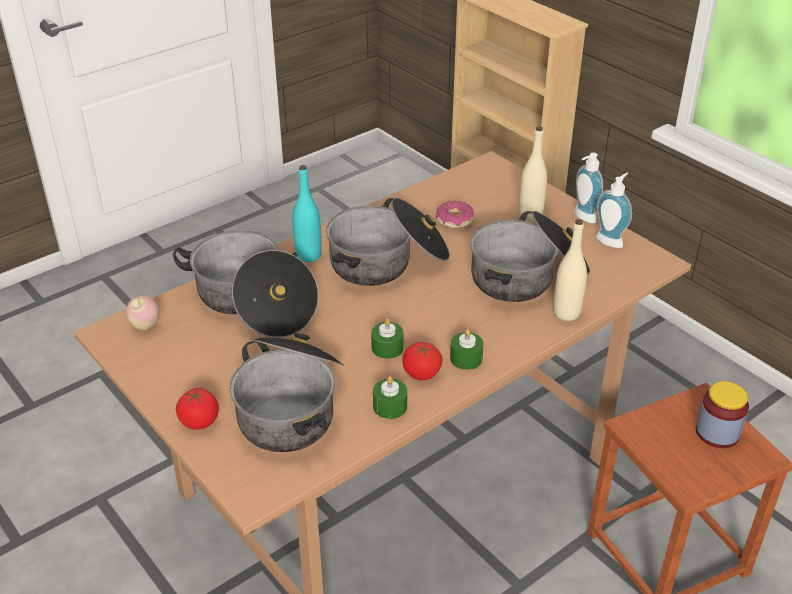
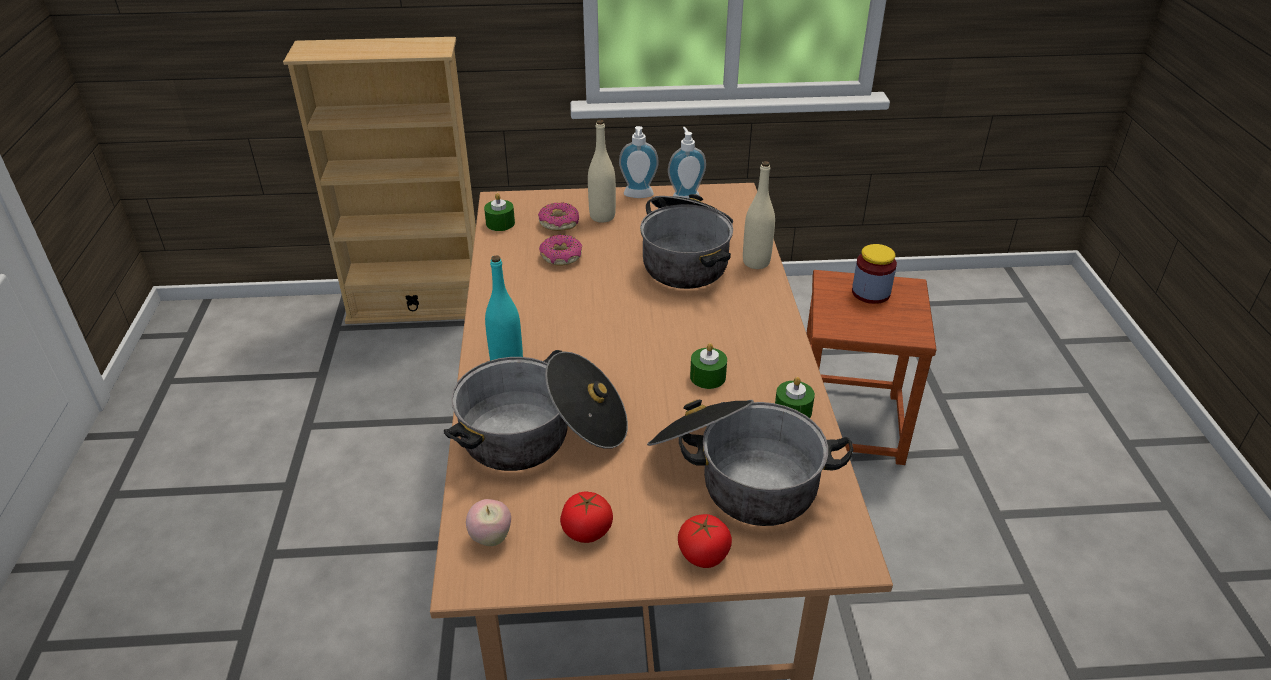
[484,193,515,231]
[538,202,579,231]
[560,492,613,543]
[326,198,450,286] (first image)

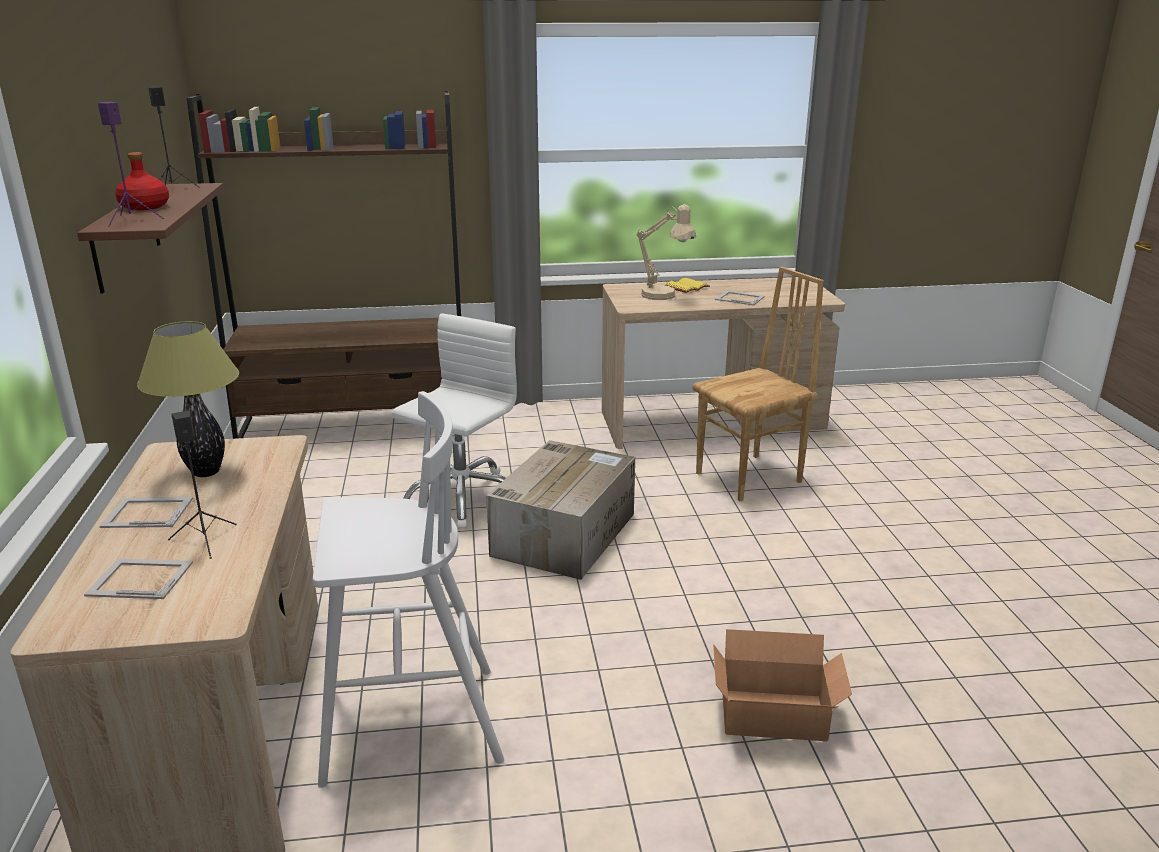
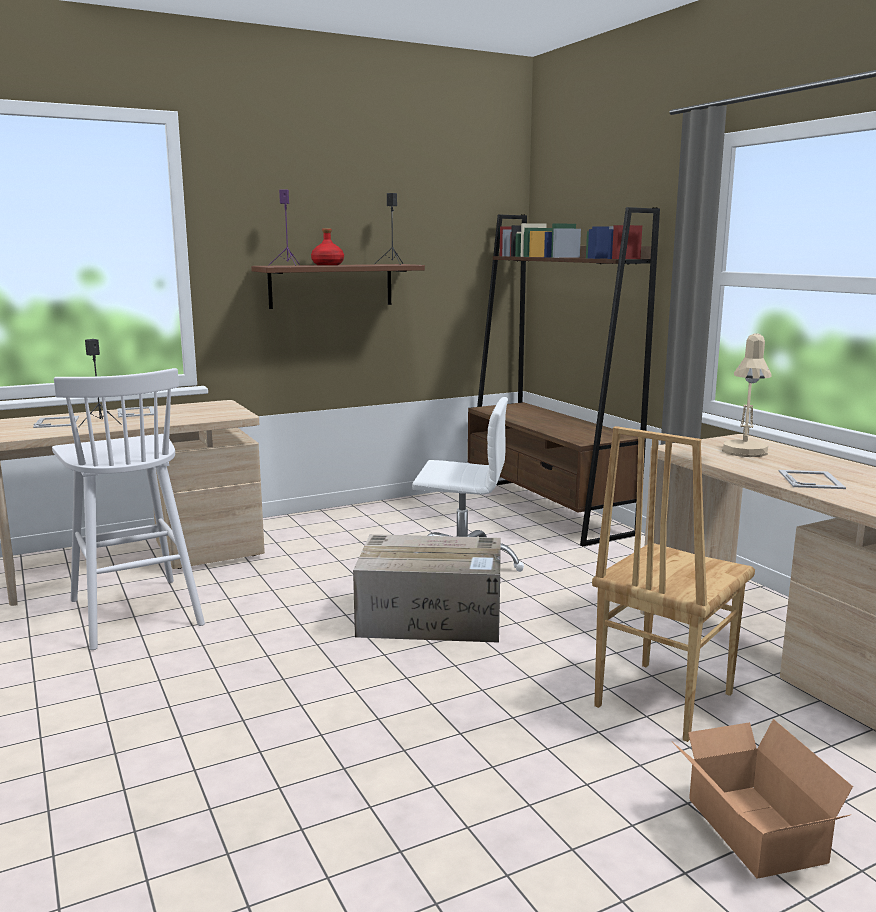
[592,426,755,742]
[671,719,853,878]
[137,321,239,477] (first image)
[664,278,710,293] (first image)

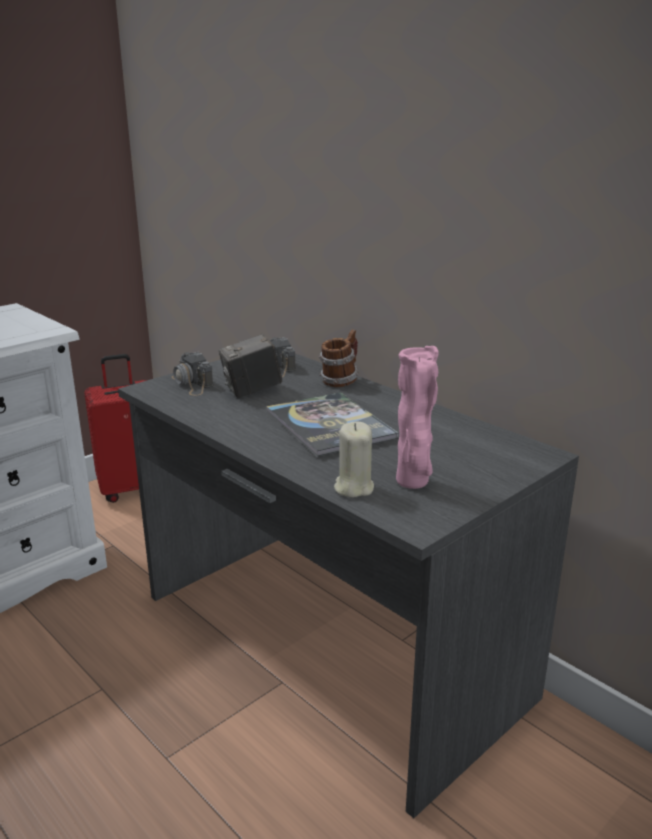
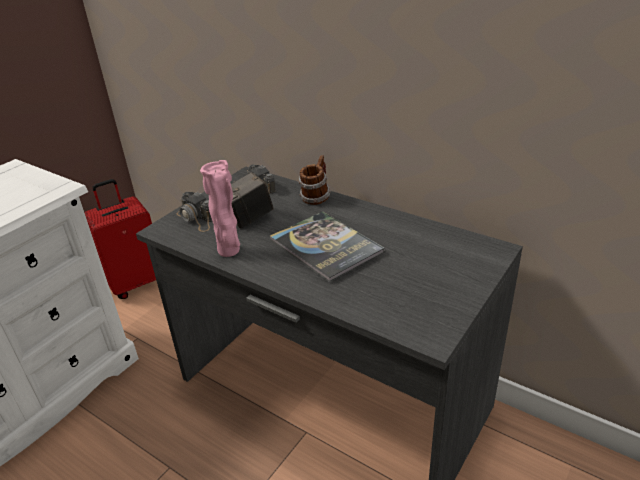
[200,160,240,257]
[334,421,374,498] (first image)

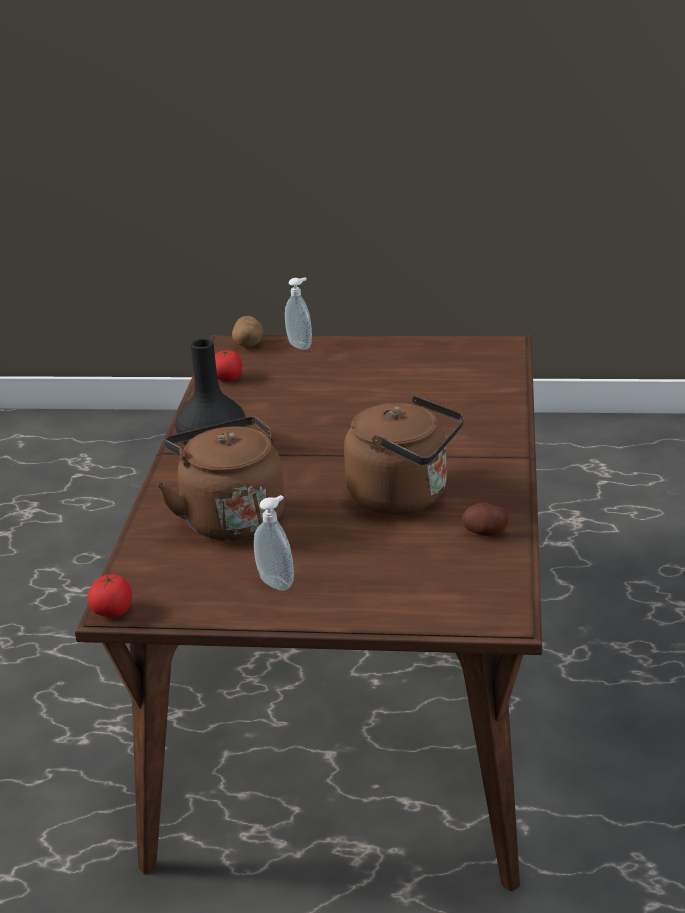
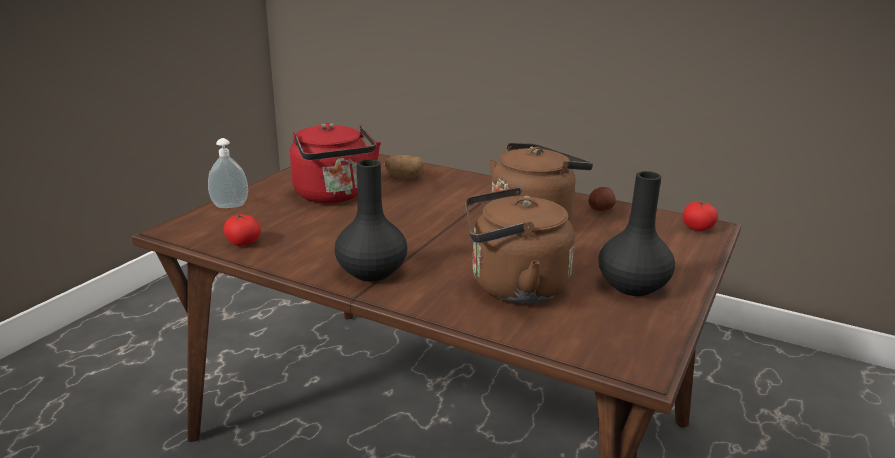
[290,122,381,203]
[385,155,424,179]
[599,171,675,296]
[683,201,718,231]

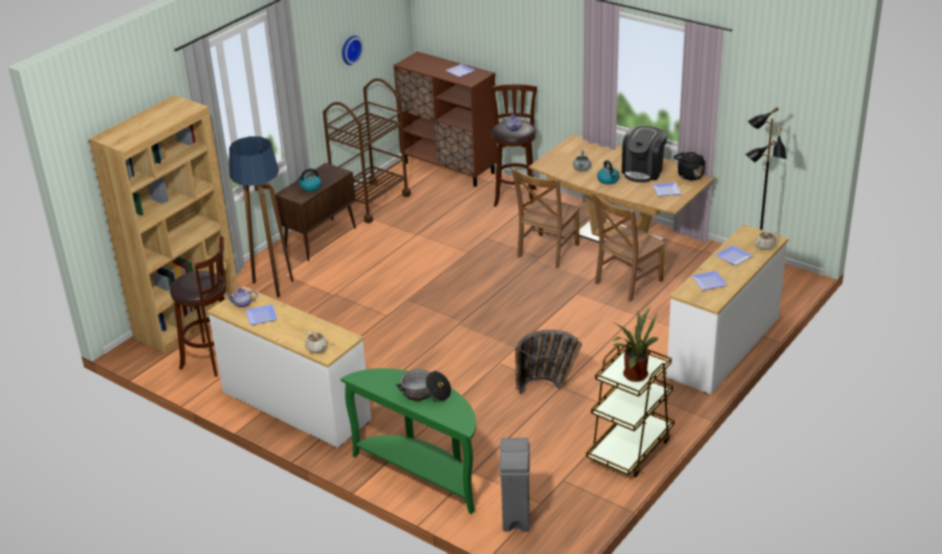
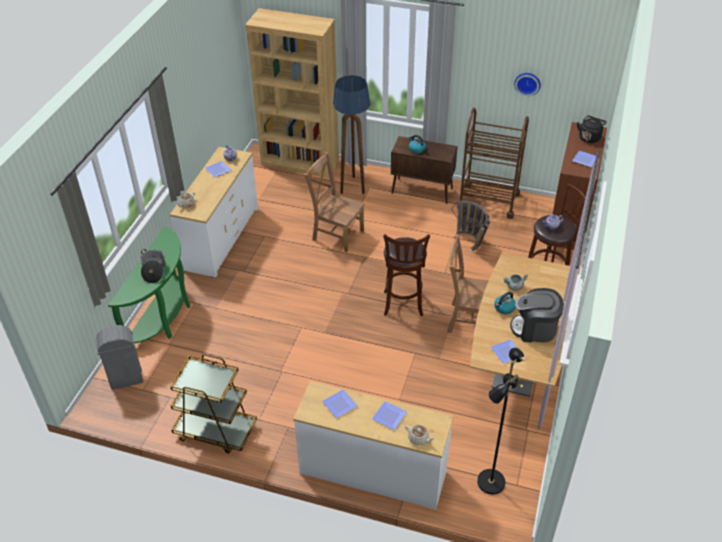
[304,152,364,252]
[383,234,430,316]
[451,200,490,251]
[577,115,607,143]
[613,308,659,382] (first image)

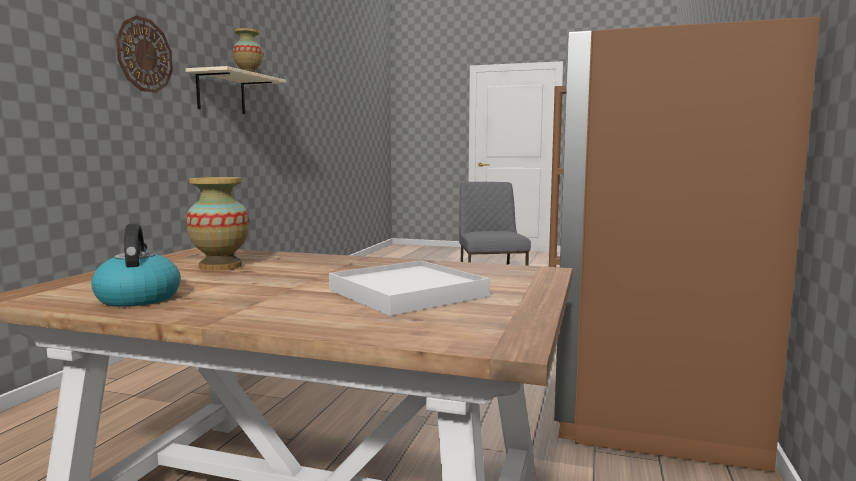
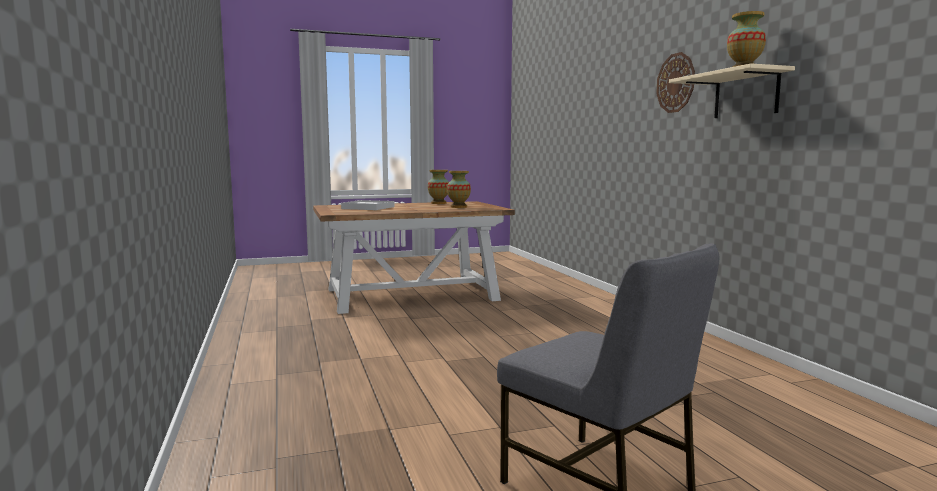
[428,170,449,204]
[549,17,821,472] (first image)

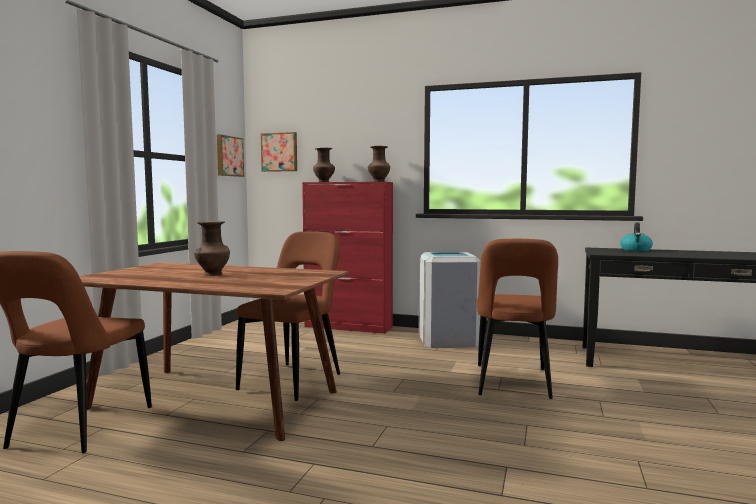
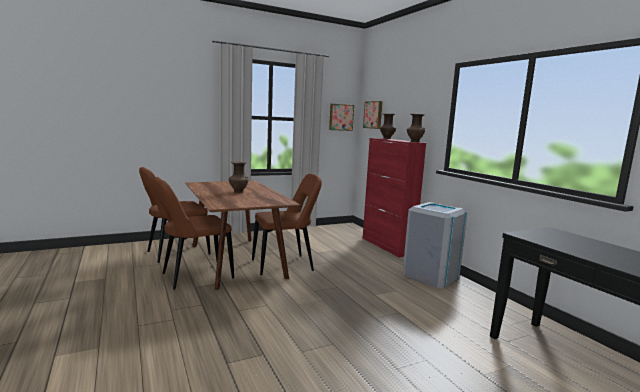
[154,177,234,289]
[620,222,653,251] (first image)

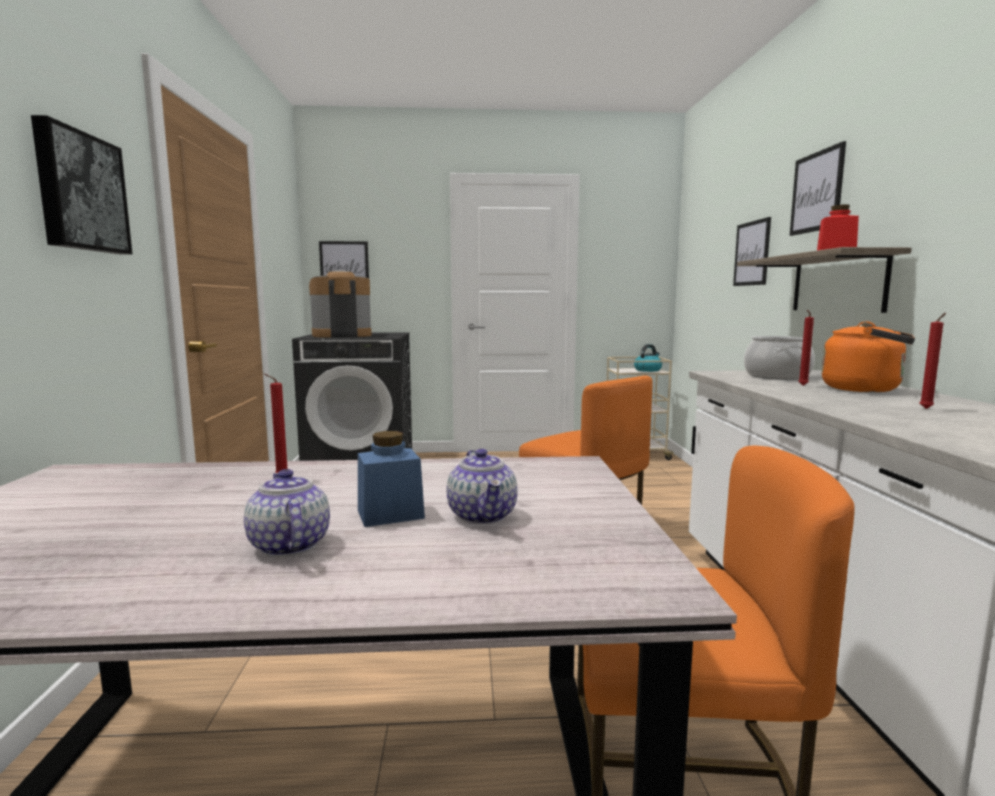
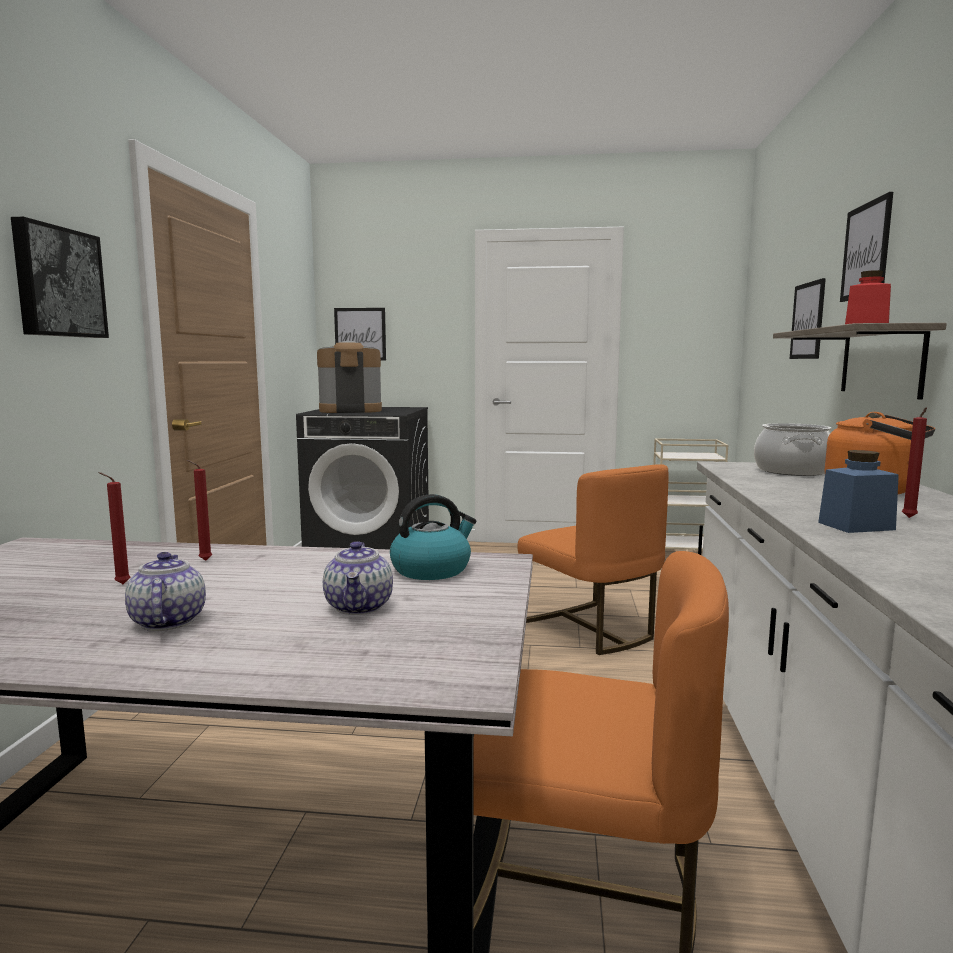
[98,472,130,584]
[390,494,476,580]
[818,450,899,533]

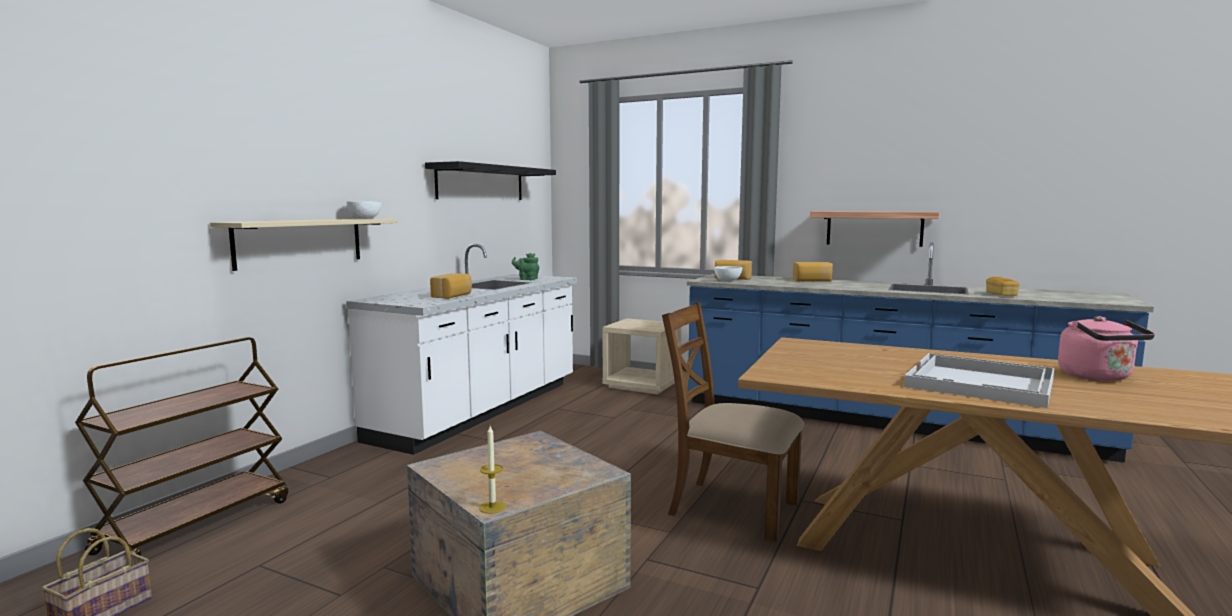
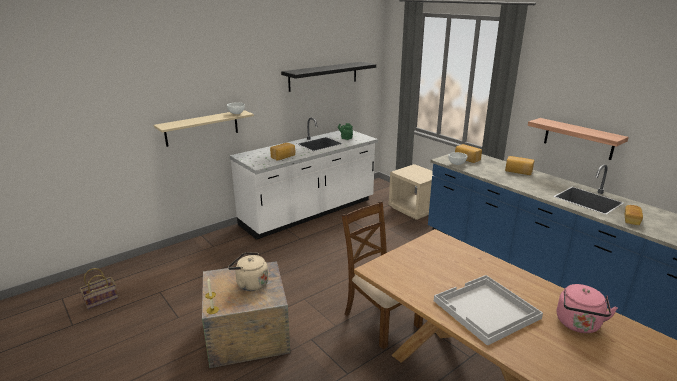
[228,252,269,291]
[75,337,288,556] (first image)

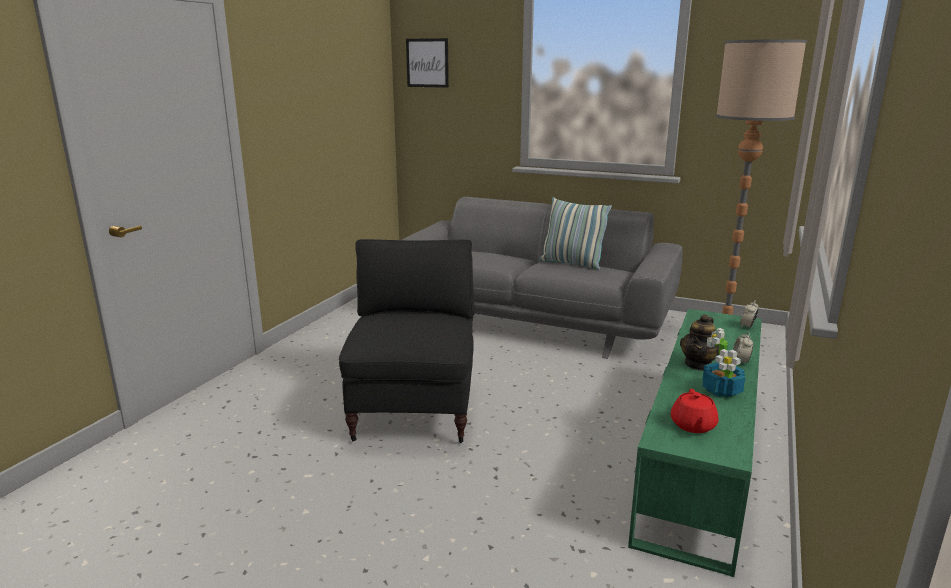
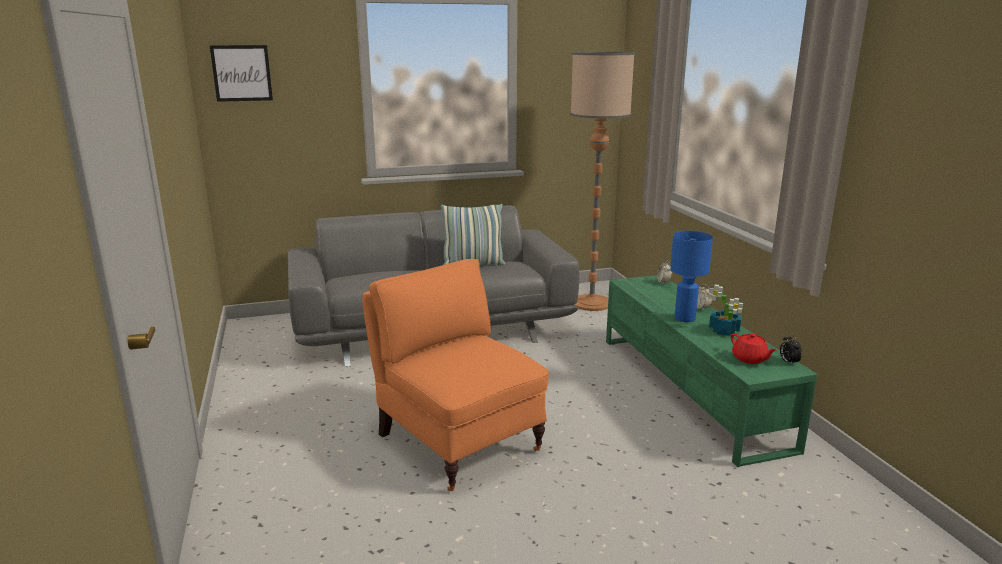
[362,259,549,491]
[670,231,713,322]
[780,334,802,366]

